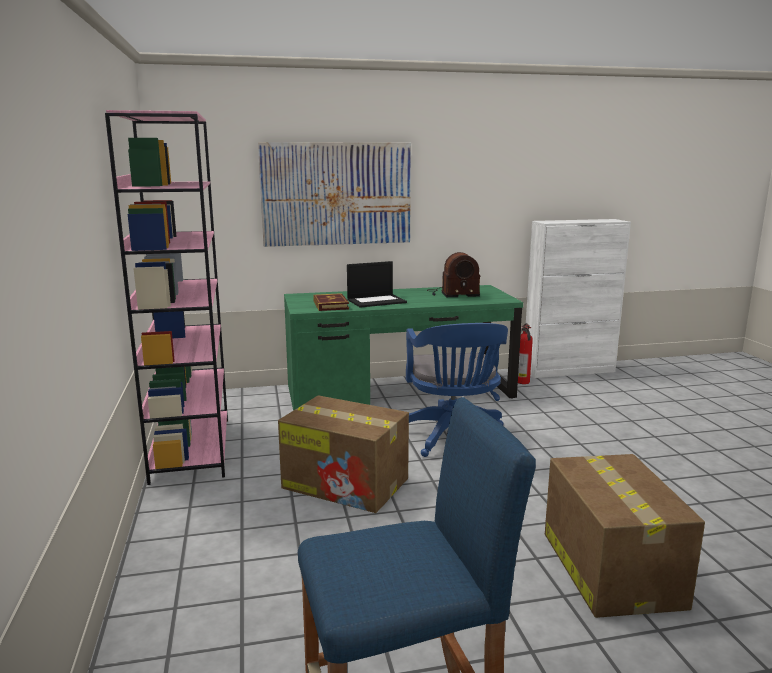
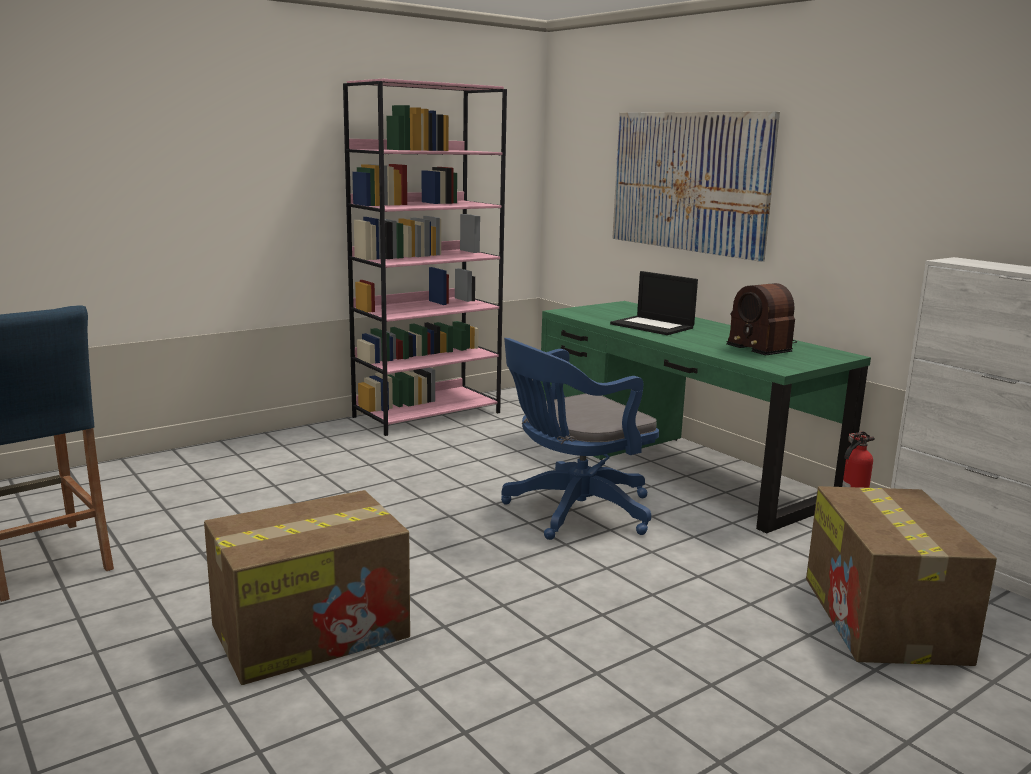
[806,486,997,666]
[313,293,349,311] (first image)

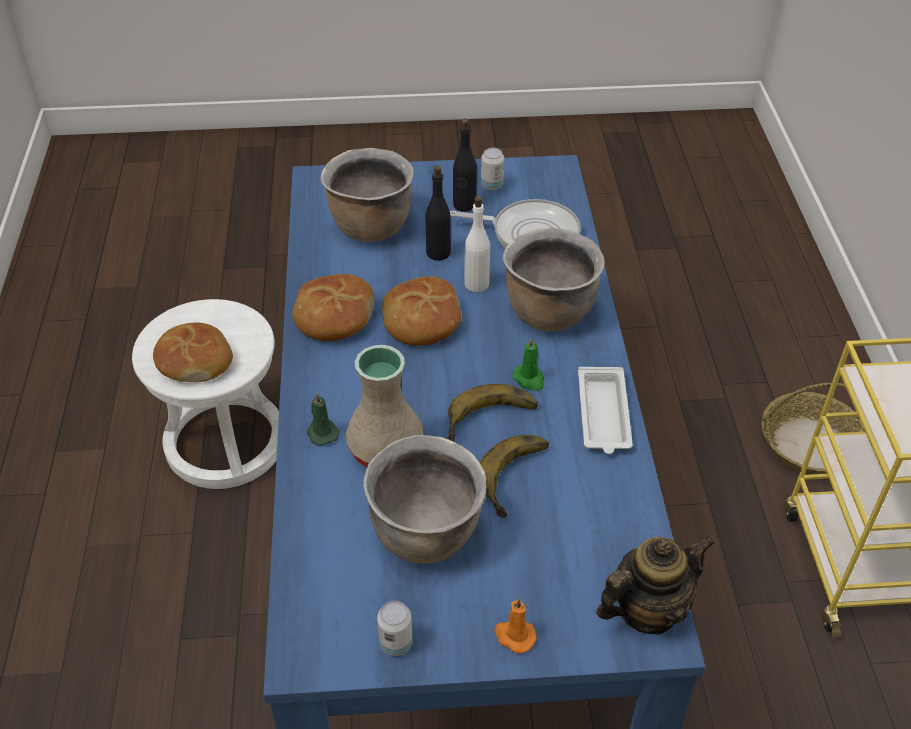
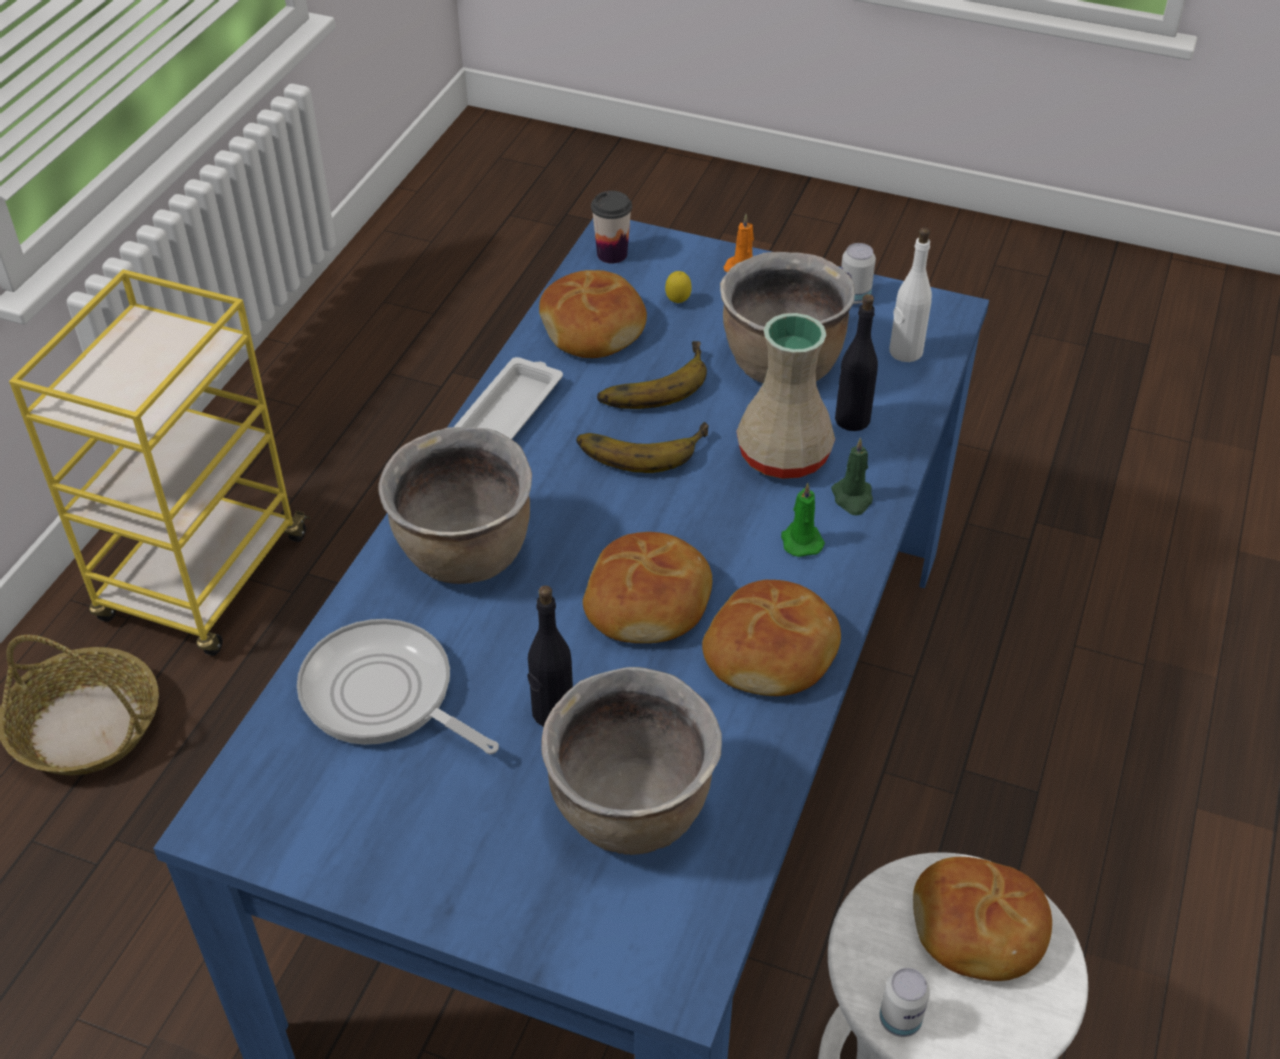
[539,270,647,358]
[591,191,632,263]
[665,271,692,303]
[781,483,825,557]
[835,294,878,431]
[879,968,930,1037]
[889,228,932,362]

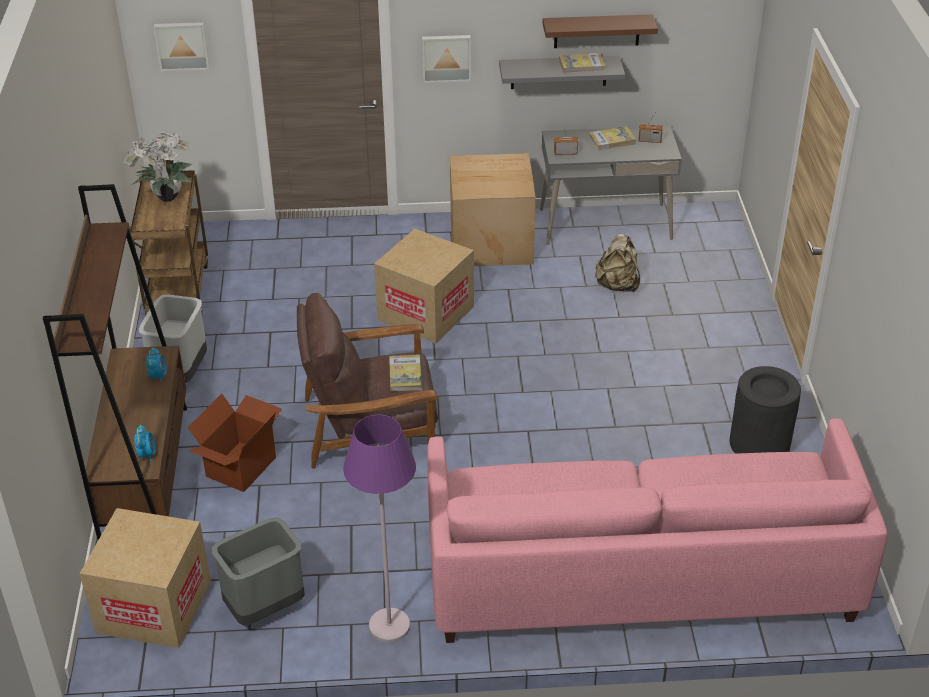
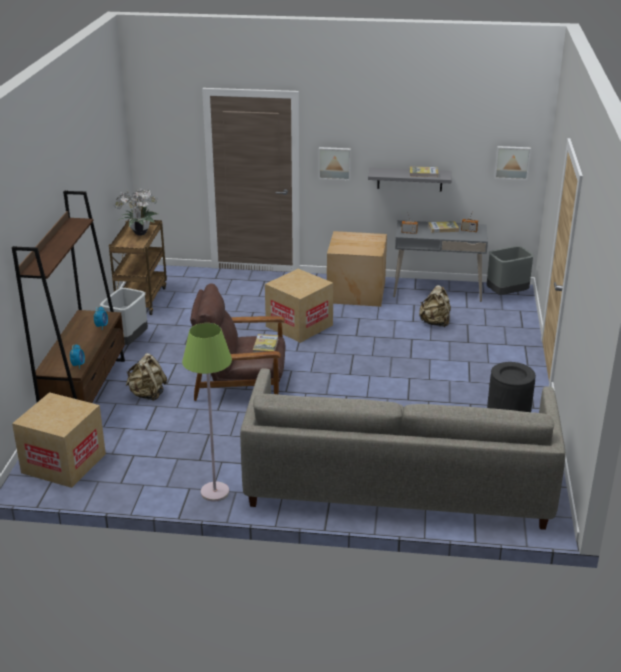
[126,353,167,401]
[182,323,232,502]
[240,368,566,530]
[487,246,534,295]
[494,146,531,180]
[543,14,658,48] (first image)

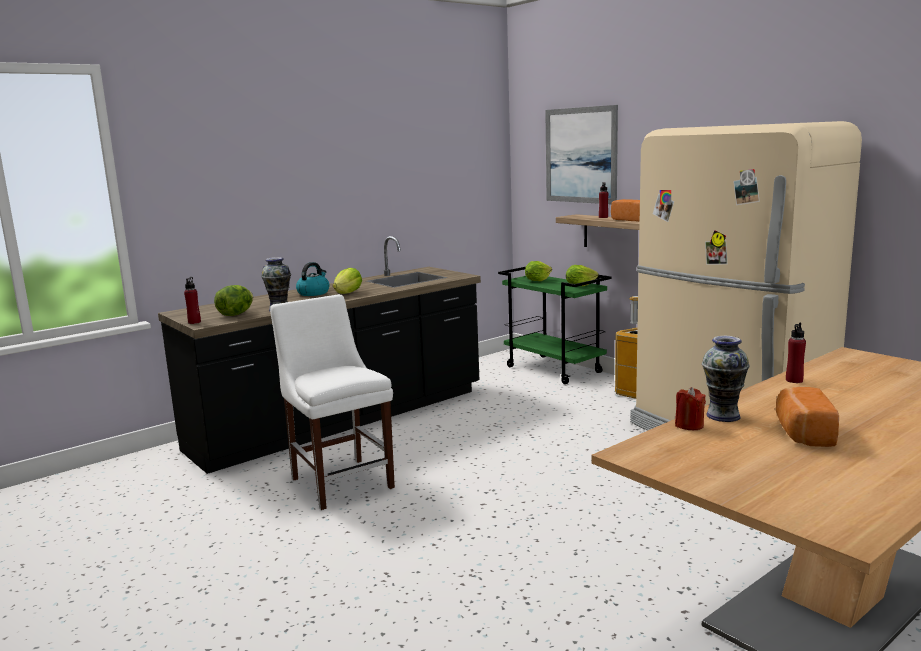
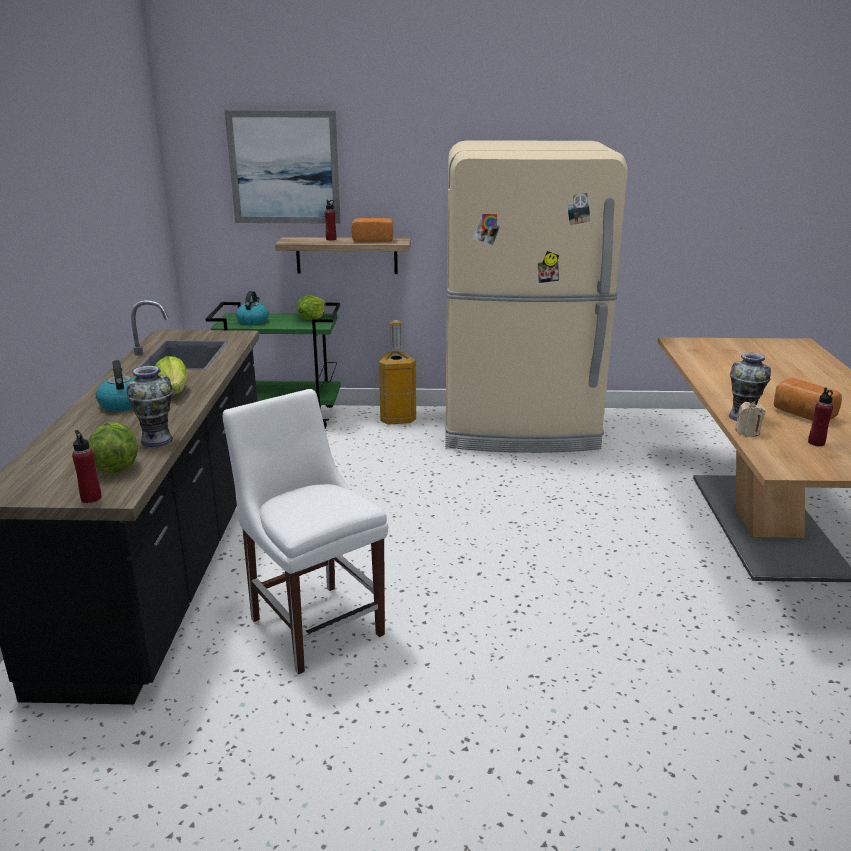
[223,389,388,674]
[236,291,269,325]
[735,401,765,437]
[808,387,833,446]

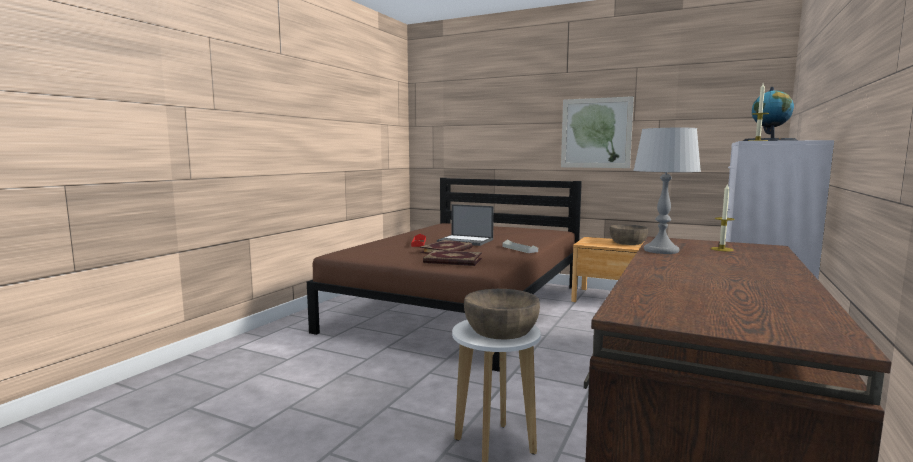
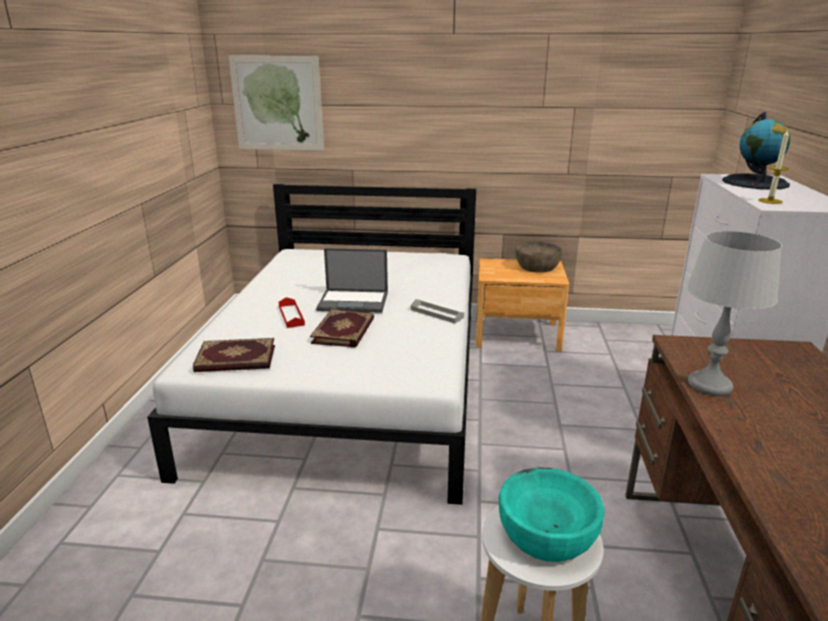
[147,184,476,505]
[193,338,275,372]
[229,56,324,151]
[499,467,605,562]
[711,183,734,251] (first image)

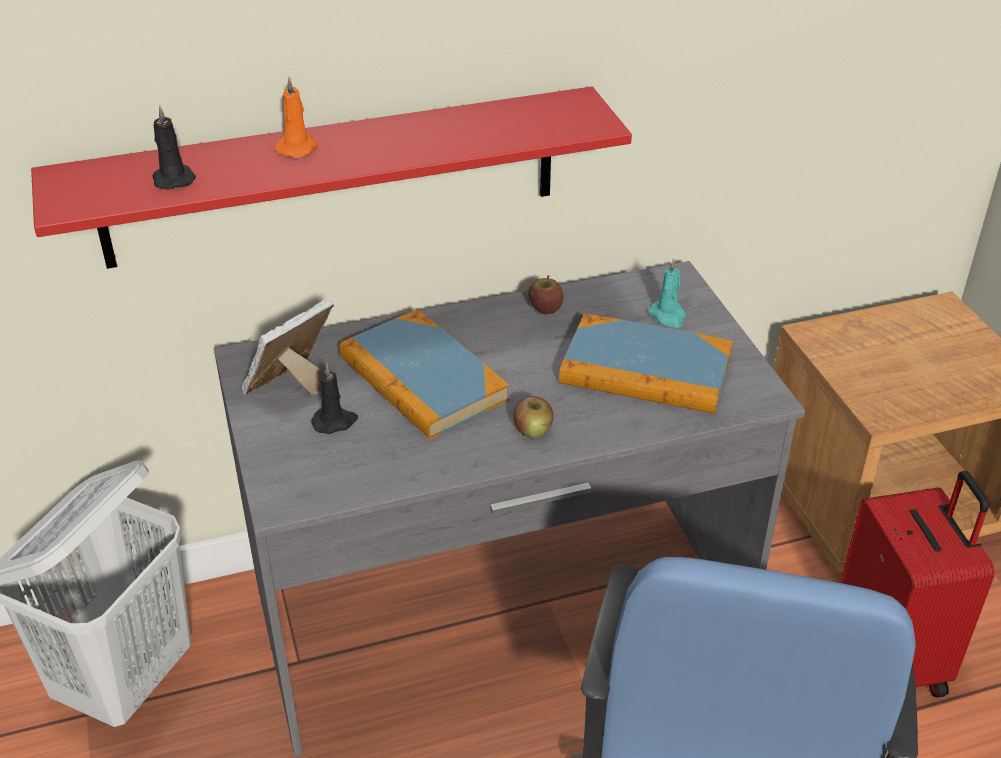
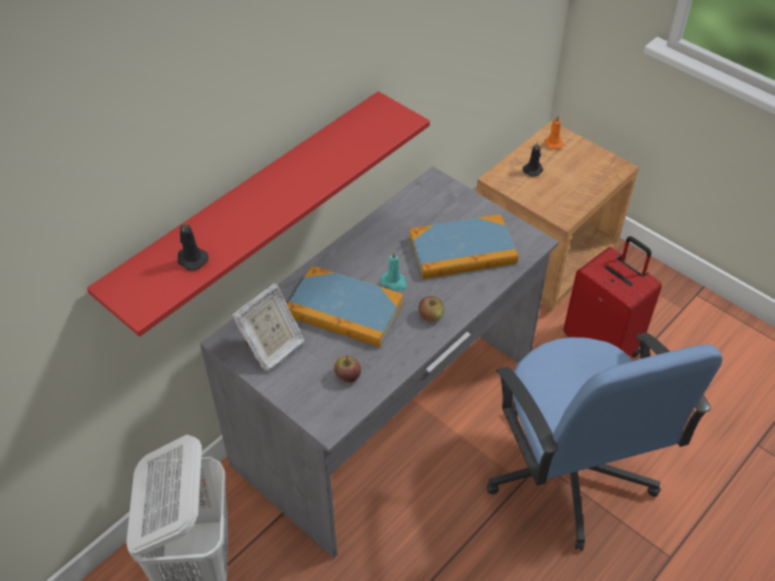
[232,283,305,371]
[334,356,361,382]
[381,251,407,290]
[523,141,543,177]
[545,115,564,149]

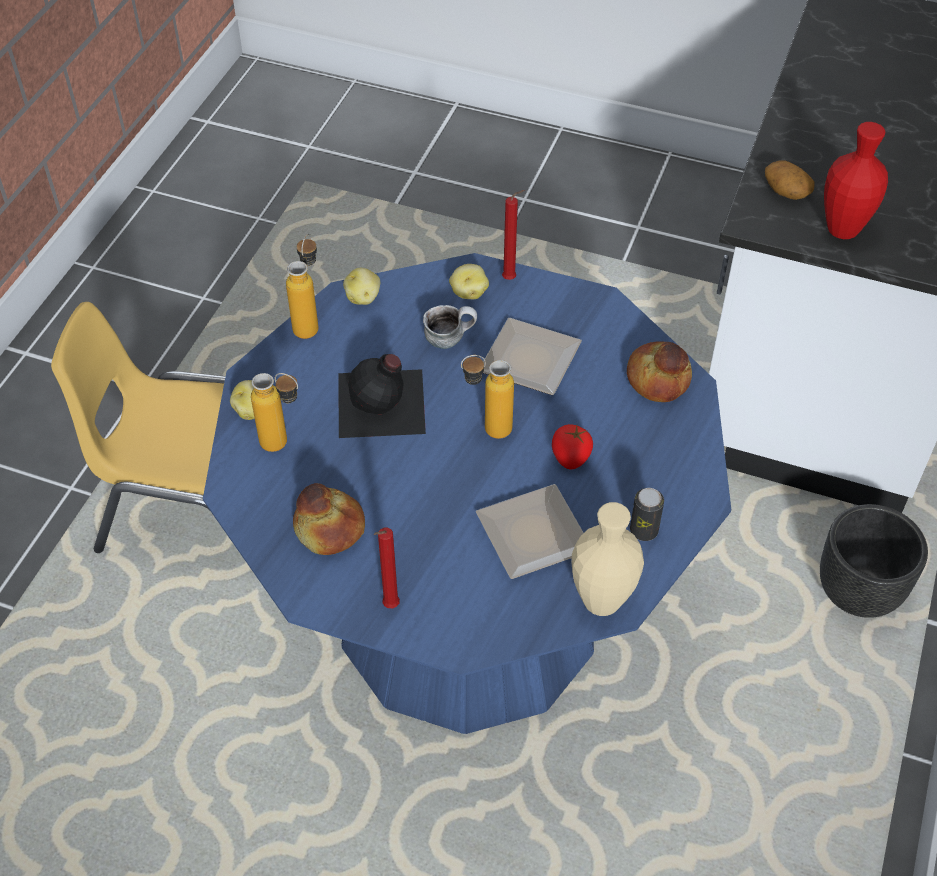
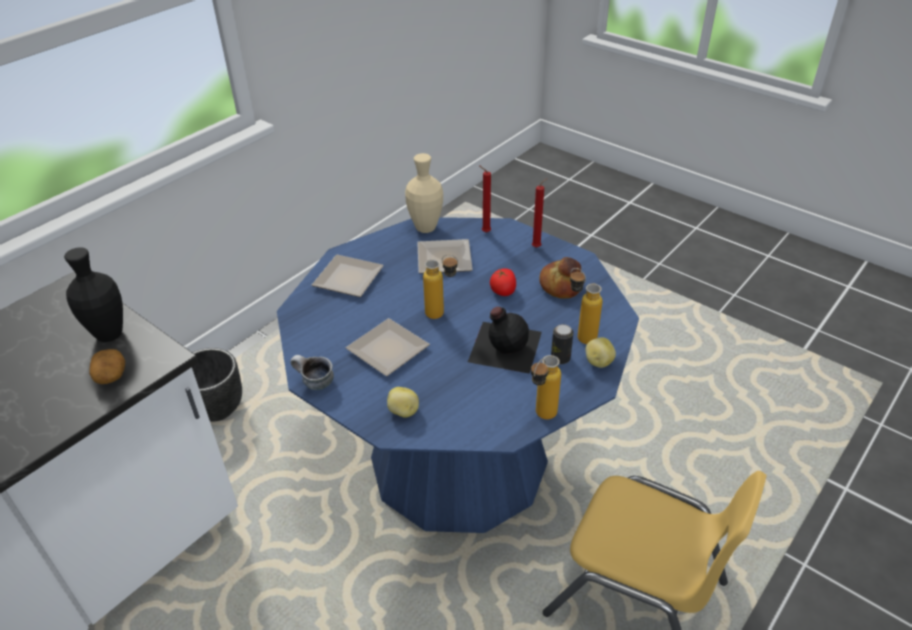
[64,247,123,342]
[290,355,334,390]
[312,255,384,297]
[479,165,491,233]
[490,268,516,296]
[551,324,573,364]
[343,268,380,305] (first image)
[627,341,692,402] (first image)

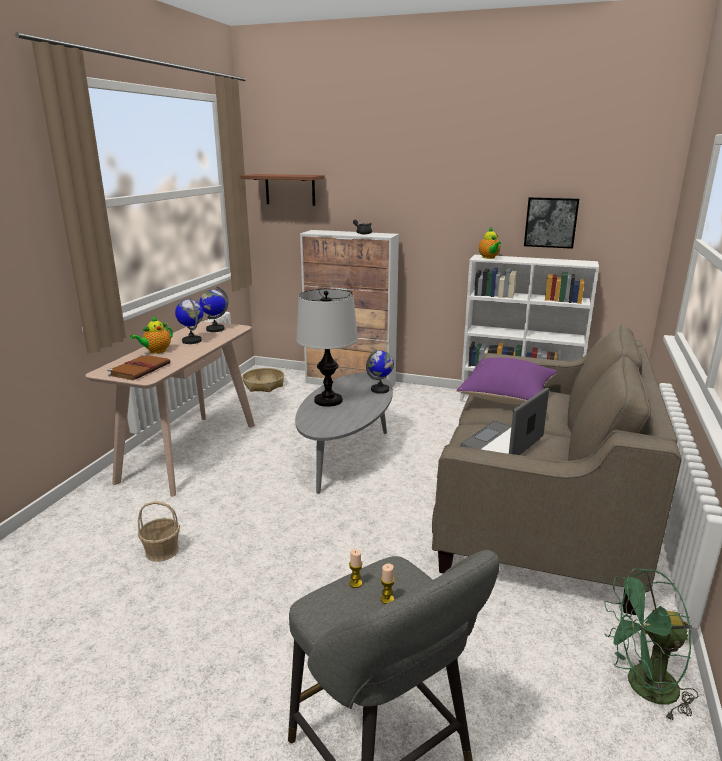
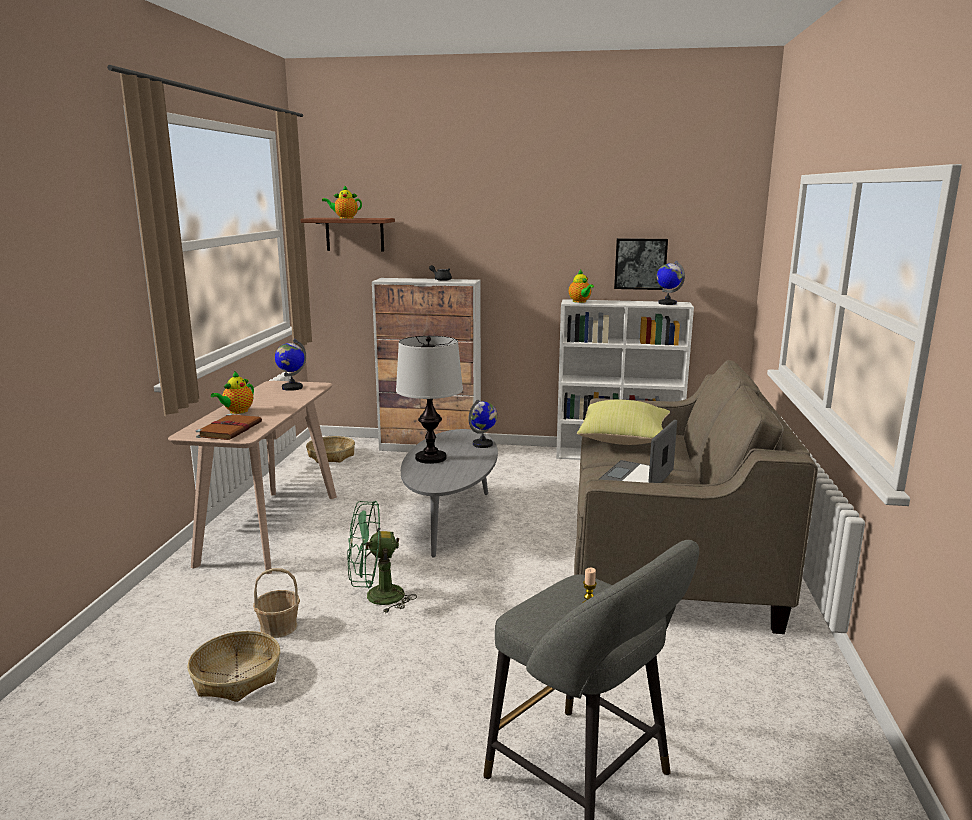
[187,631,280,702]
[322,185,362,219]
[347,501,417,614]
[577,400,670,445]
[657,261,685,305]
[349,549,362,588] (first image)

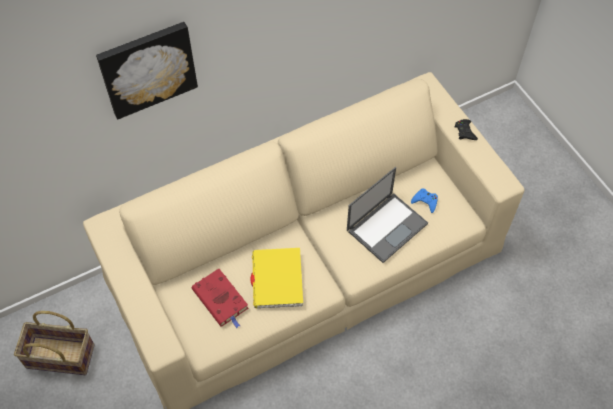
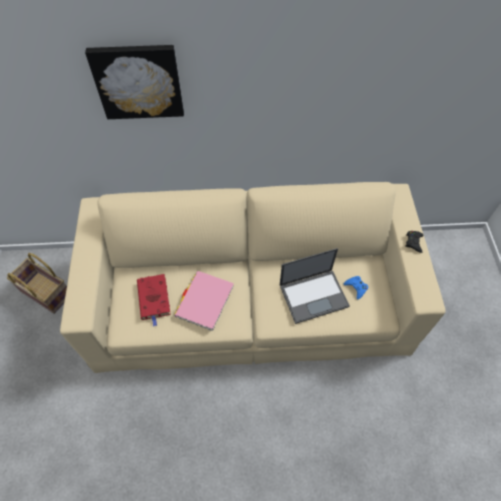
[174,271,234,331]

